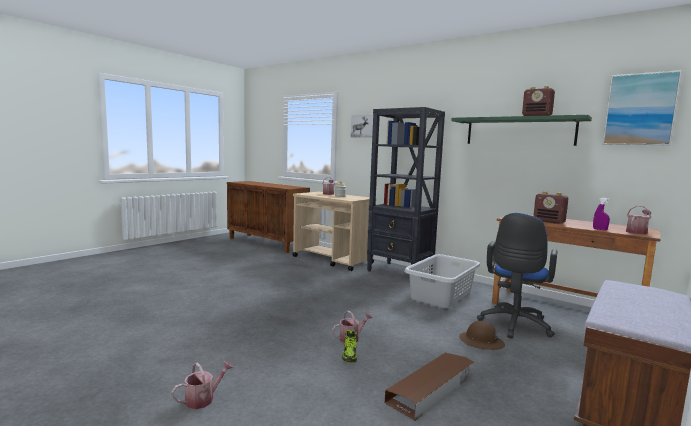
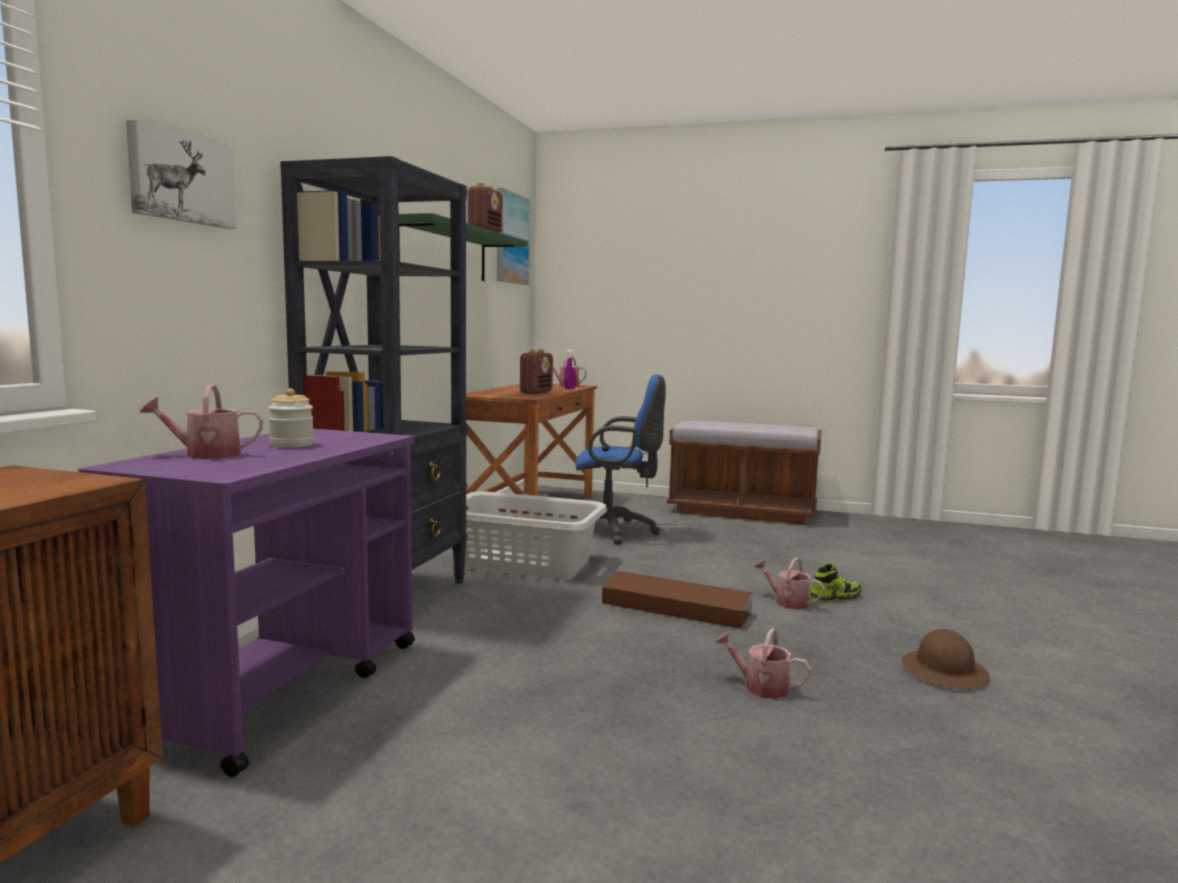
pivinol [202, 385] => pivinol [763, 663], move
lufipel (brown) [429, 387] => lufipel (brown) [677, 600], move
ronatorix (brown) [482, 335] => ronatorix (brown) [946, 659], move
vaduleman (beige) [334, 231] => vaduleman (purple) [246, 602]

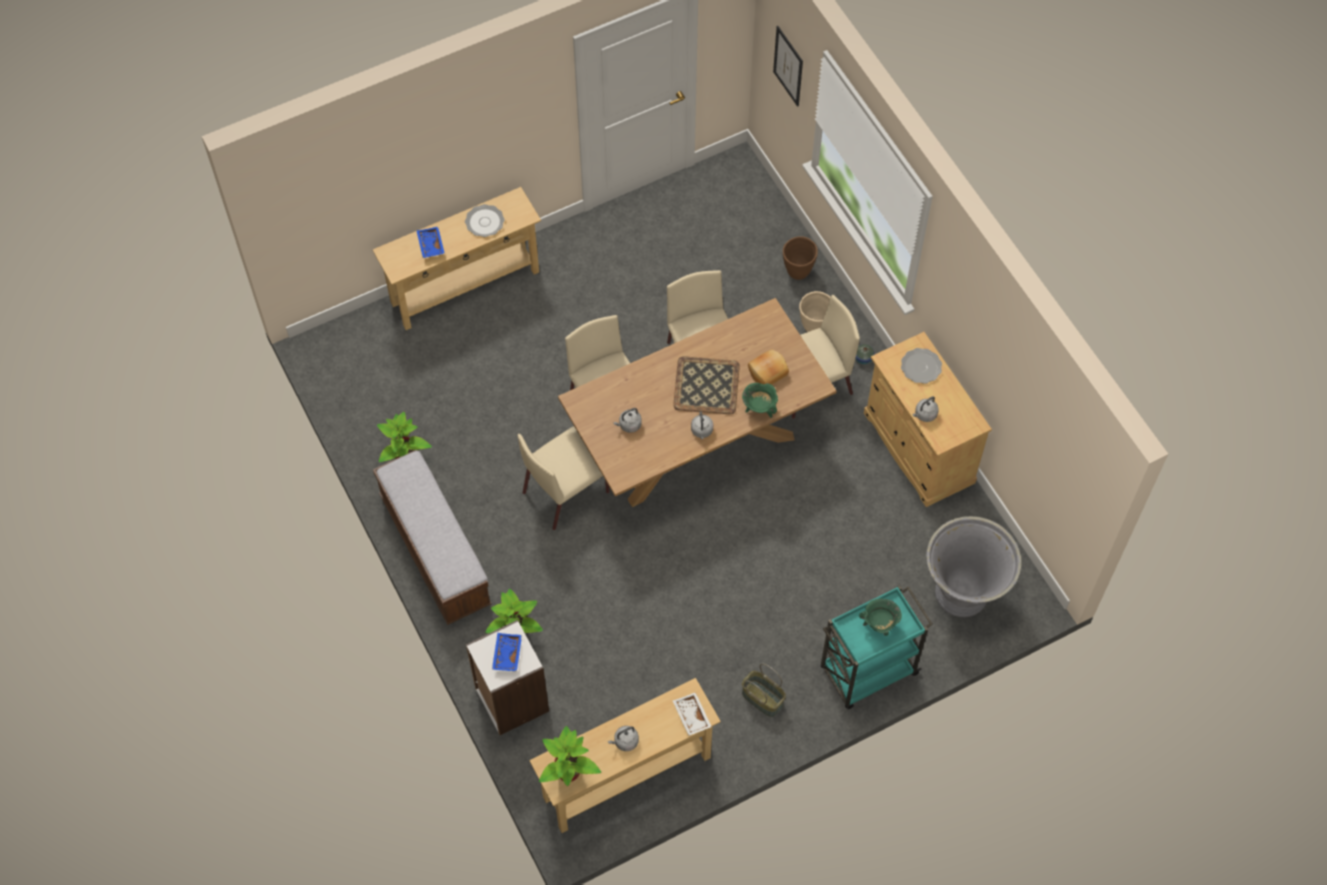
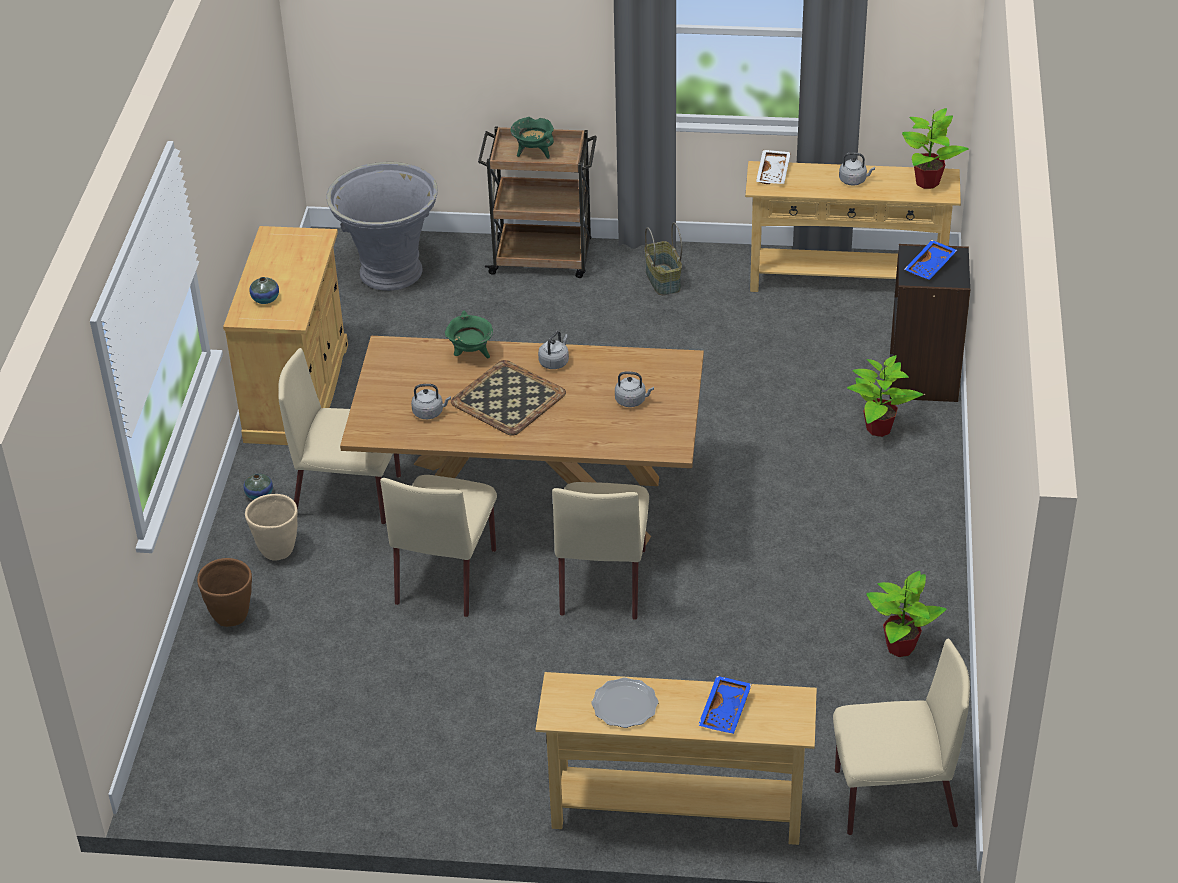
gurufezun [432, 537] => nothing
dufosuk [768, 367] => nothing
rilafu [788, 66] => nothing
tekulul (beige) [563, 478] => tekulul (beige) [901, 737], move
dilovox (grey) [925, 409] => dilovox (grey) [431, 401], move
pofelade [921, 366] => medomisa [264, 290]
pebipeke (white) [507, 677] => pebipeke (black) [930, 323]
vaduleman (turquoise) [877, 647] => vaduleman (brown) [537, 202]

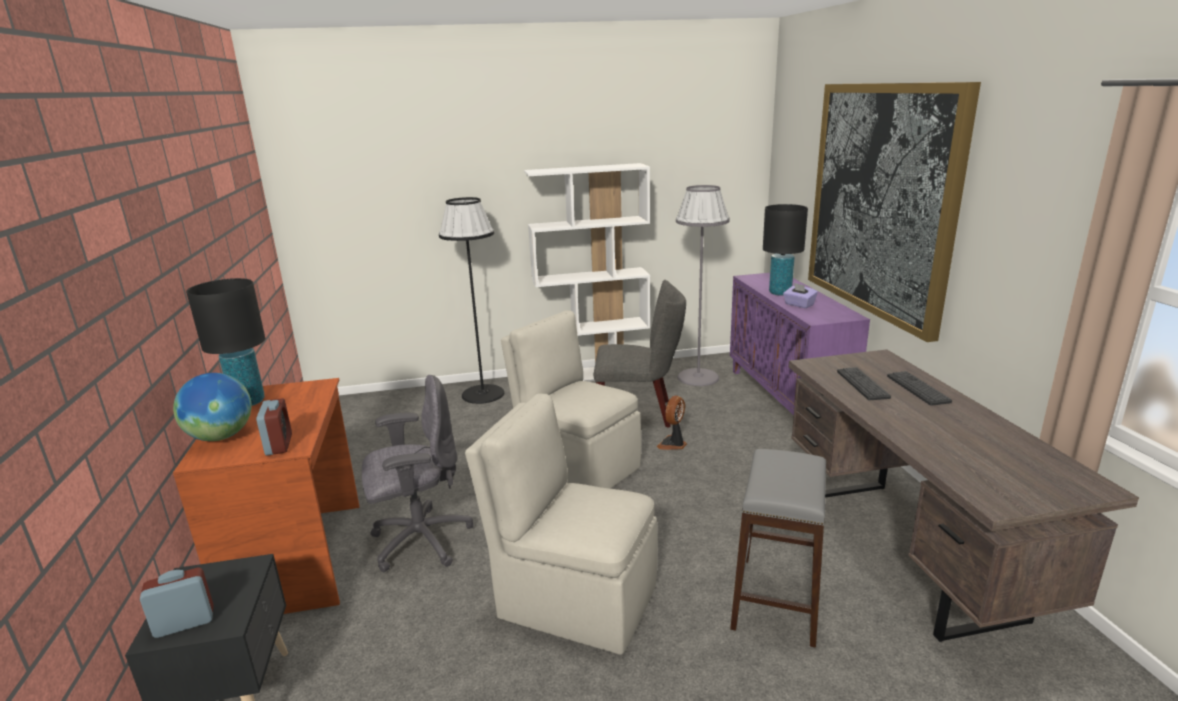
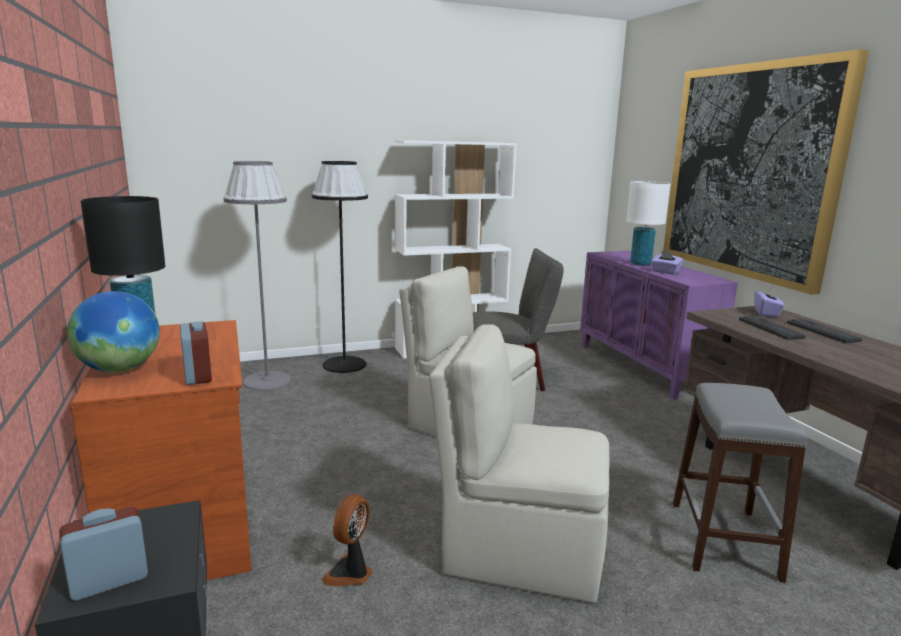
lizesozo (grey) [417, 473] => nothing
nothing => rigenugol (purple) [769, 302]
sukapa [671, 422] => sukapa [347, 540], move
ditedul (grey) [703, 285] => ditedul (grey) [257, 276], move
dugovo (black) [785, 250] => dugovo (white) [648, 223]

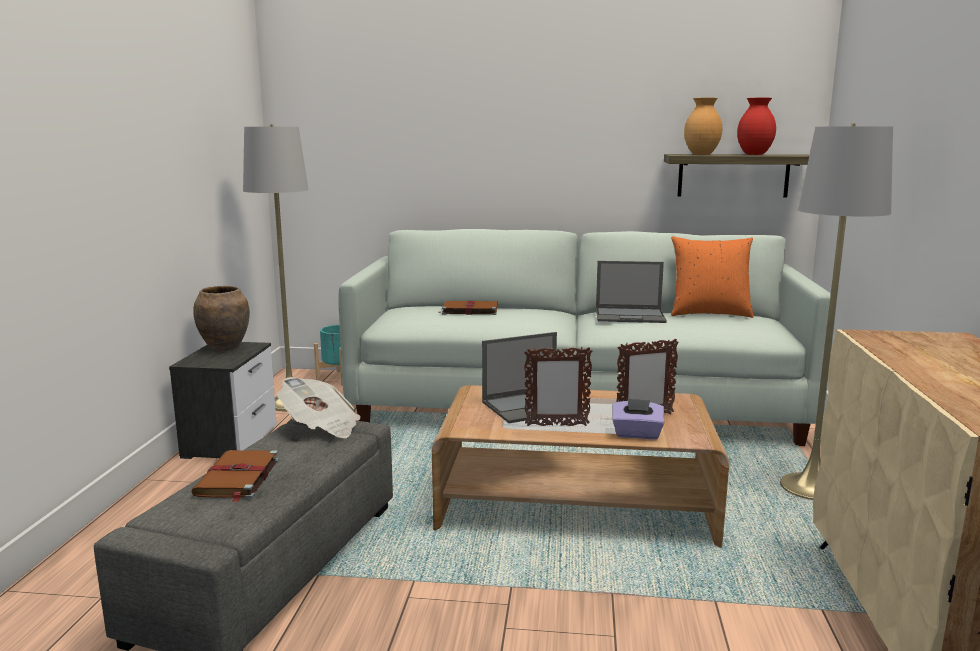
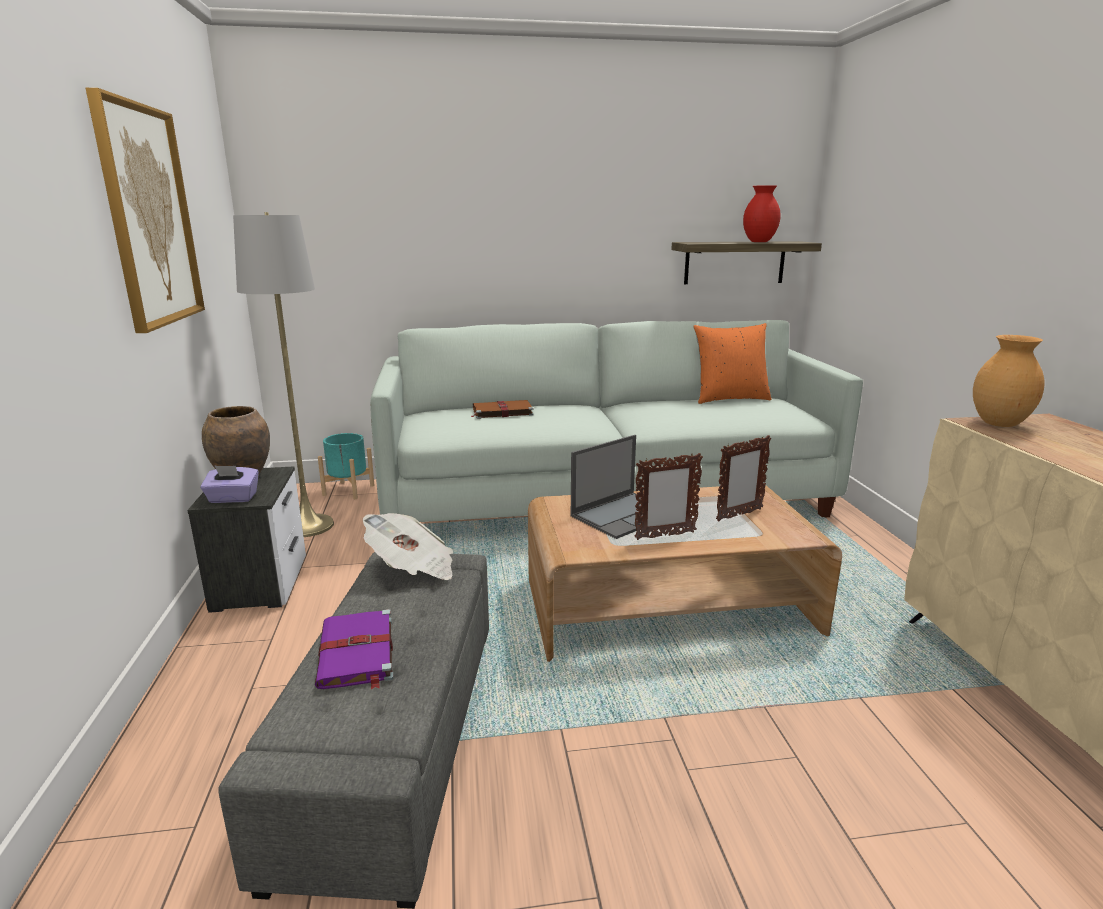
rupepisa [631, 292] => nothing
ditedul (grey) [836, 312] => nothing
nothing => rilafu [145, 210]
rigenugol (purple) [638, 418] => rigenugol (purple) [229, 484], move
medomisa (brown) [703, 126] => medomisa (brown) [1008, 381], move
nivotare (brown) [235, 476] => nivotare (purple) [354, 649]

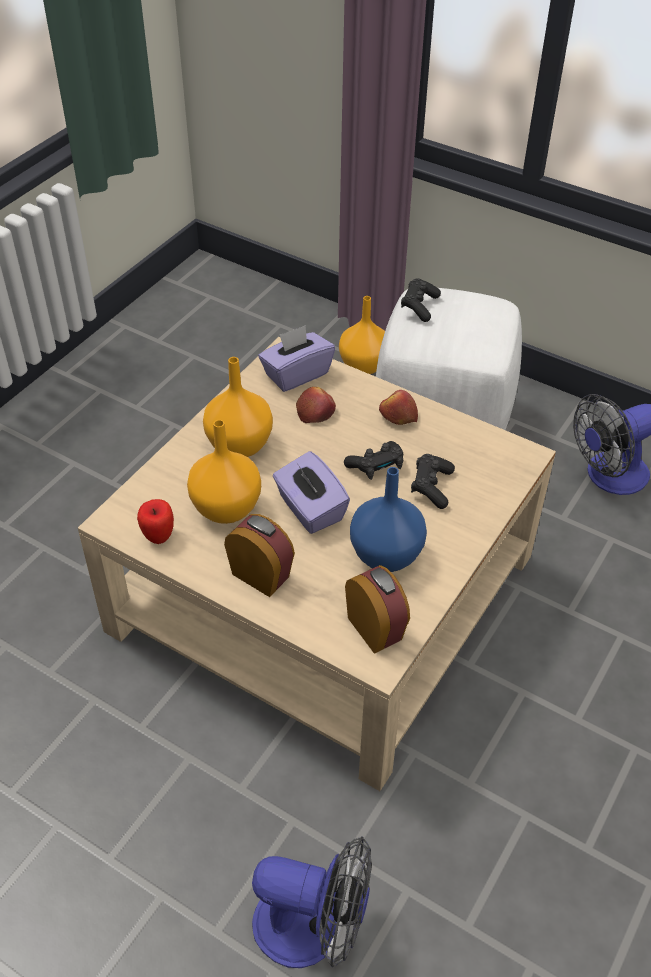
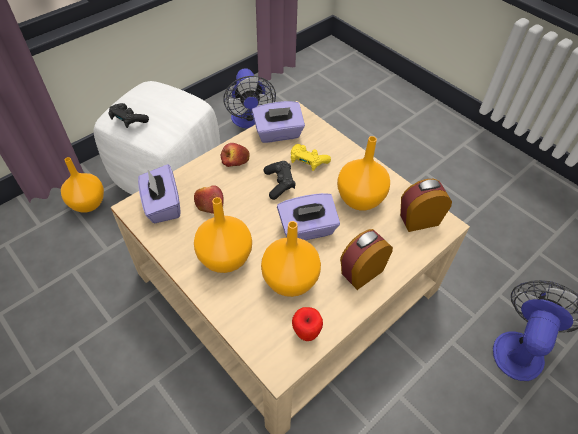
nothing => rigenugol (purple) [278, 122]
medomisa (blue) [388, 519] => medomisa (orange) [363, 173]
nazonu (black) [433, 481] => nazonu (yellow) [311, 157]

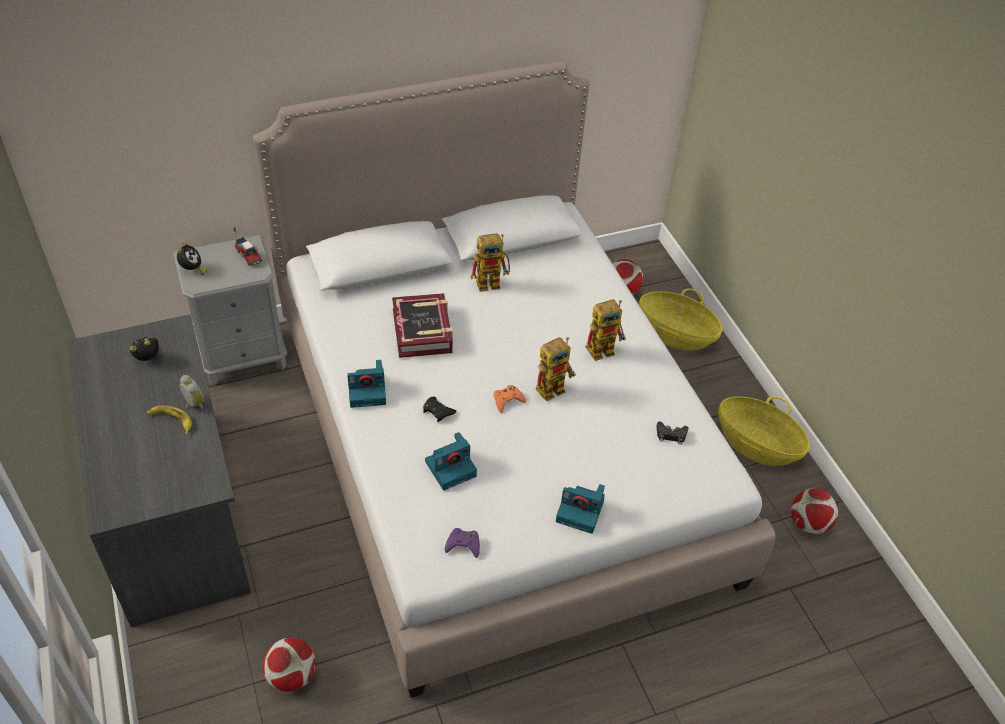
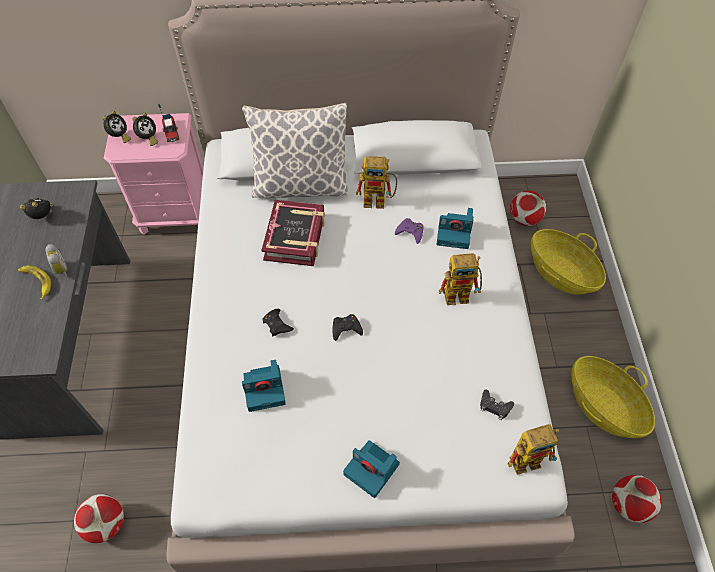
nothing => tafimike [145, 129]
nothing => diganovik [295, 150]
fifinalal [366, 384] => fifinalal [455, 228], move
nazonu (purple) [462, 543] => nazonu (purple) [409, 231], move
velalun [556, 369] => velalun [533, 449], move
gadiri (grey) [230, 310] => gadiri (pink) [153, 174]
nazonu (orange) [510, 399] => nazonu (black) [348, 327]

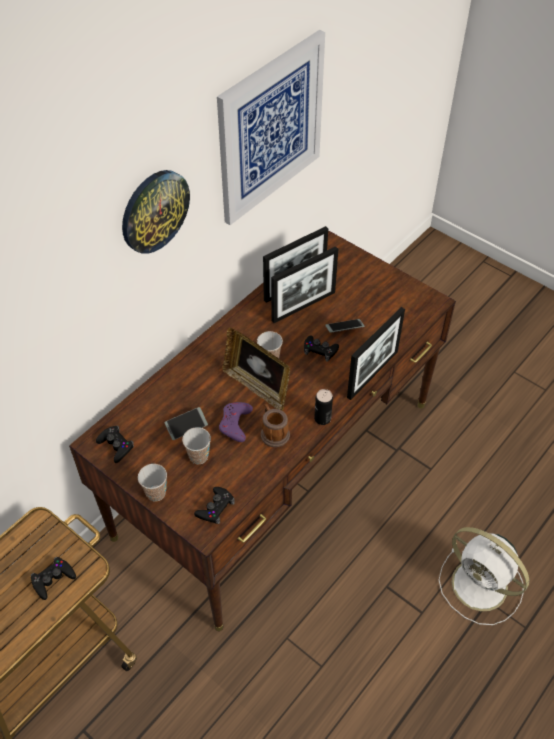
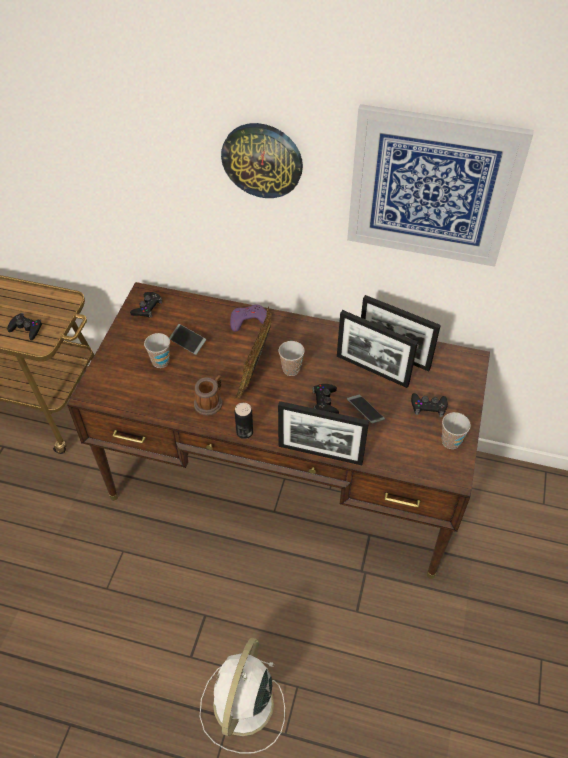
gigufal [152, 483] => gigufal [456, 430], move
nazonu (black) [214, 505] => nazonu (black) [429, 405], move
nazonu (purple) [236, 422] => nazonu (purple) [248, 318], move

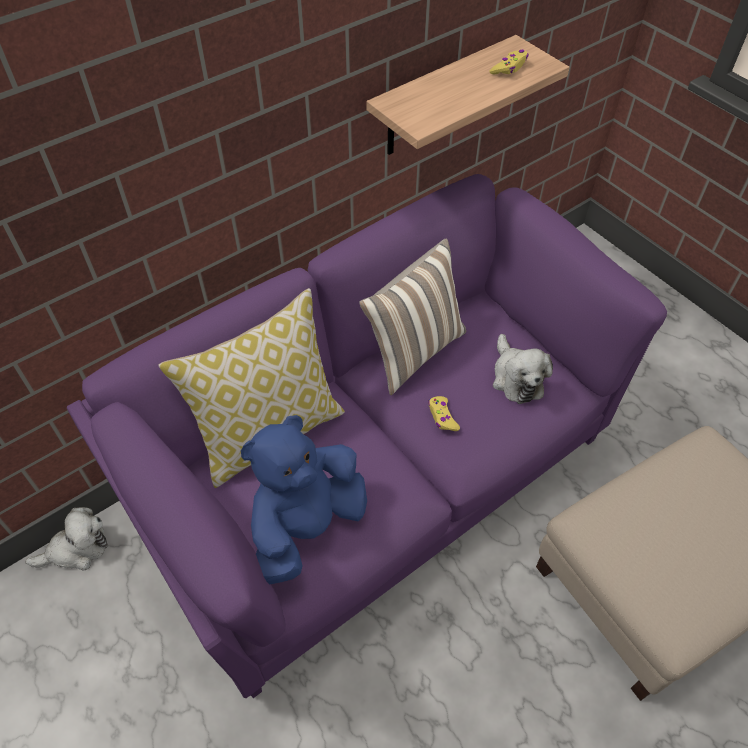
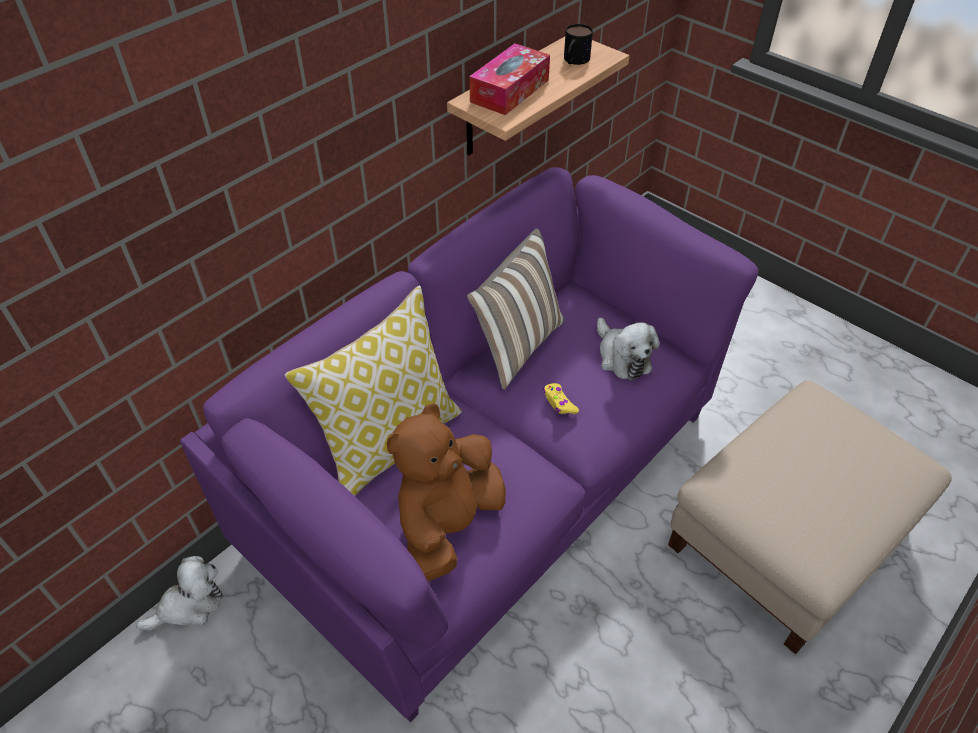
nothing => rigenugol [509, 79]
nazonu (yellow) [509, 62] => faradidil [578, 44]
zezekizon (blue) [304, 499] => zezekizon (brown) [446, 492]

